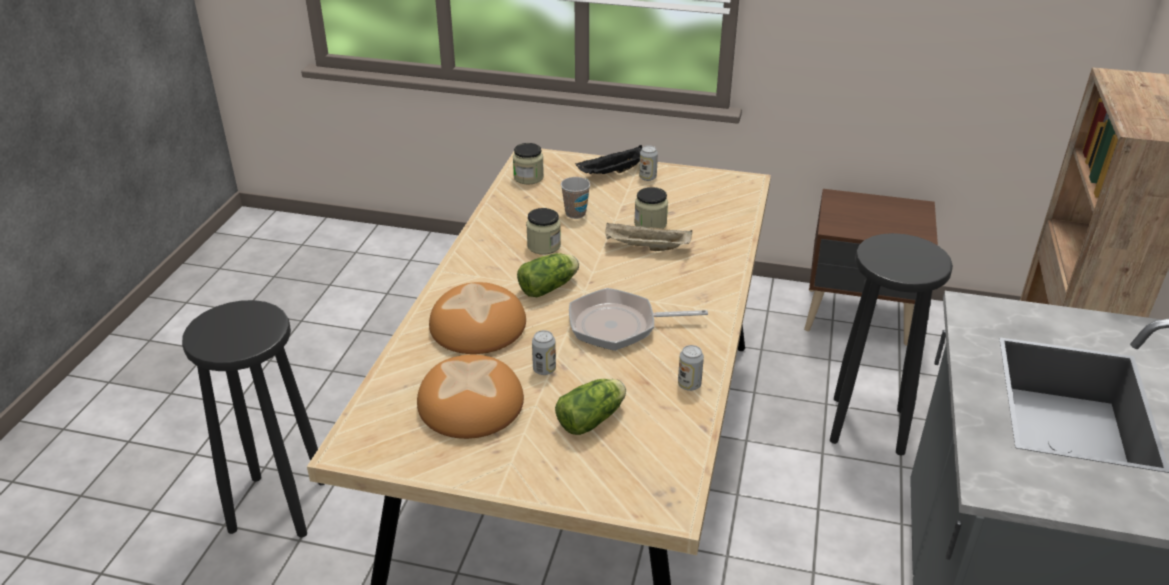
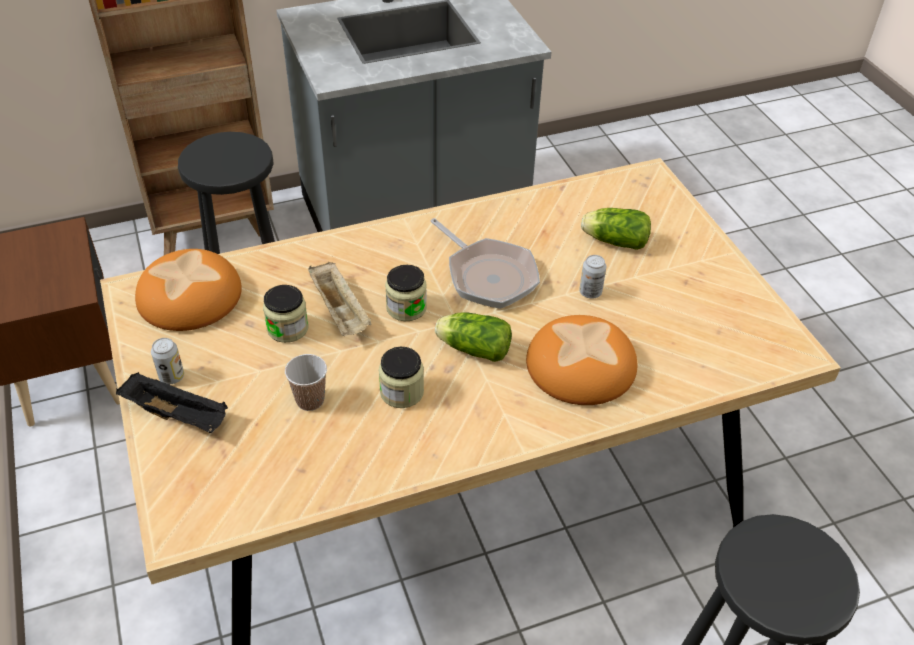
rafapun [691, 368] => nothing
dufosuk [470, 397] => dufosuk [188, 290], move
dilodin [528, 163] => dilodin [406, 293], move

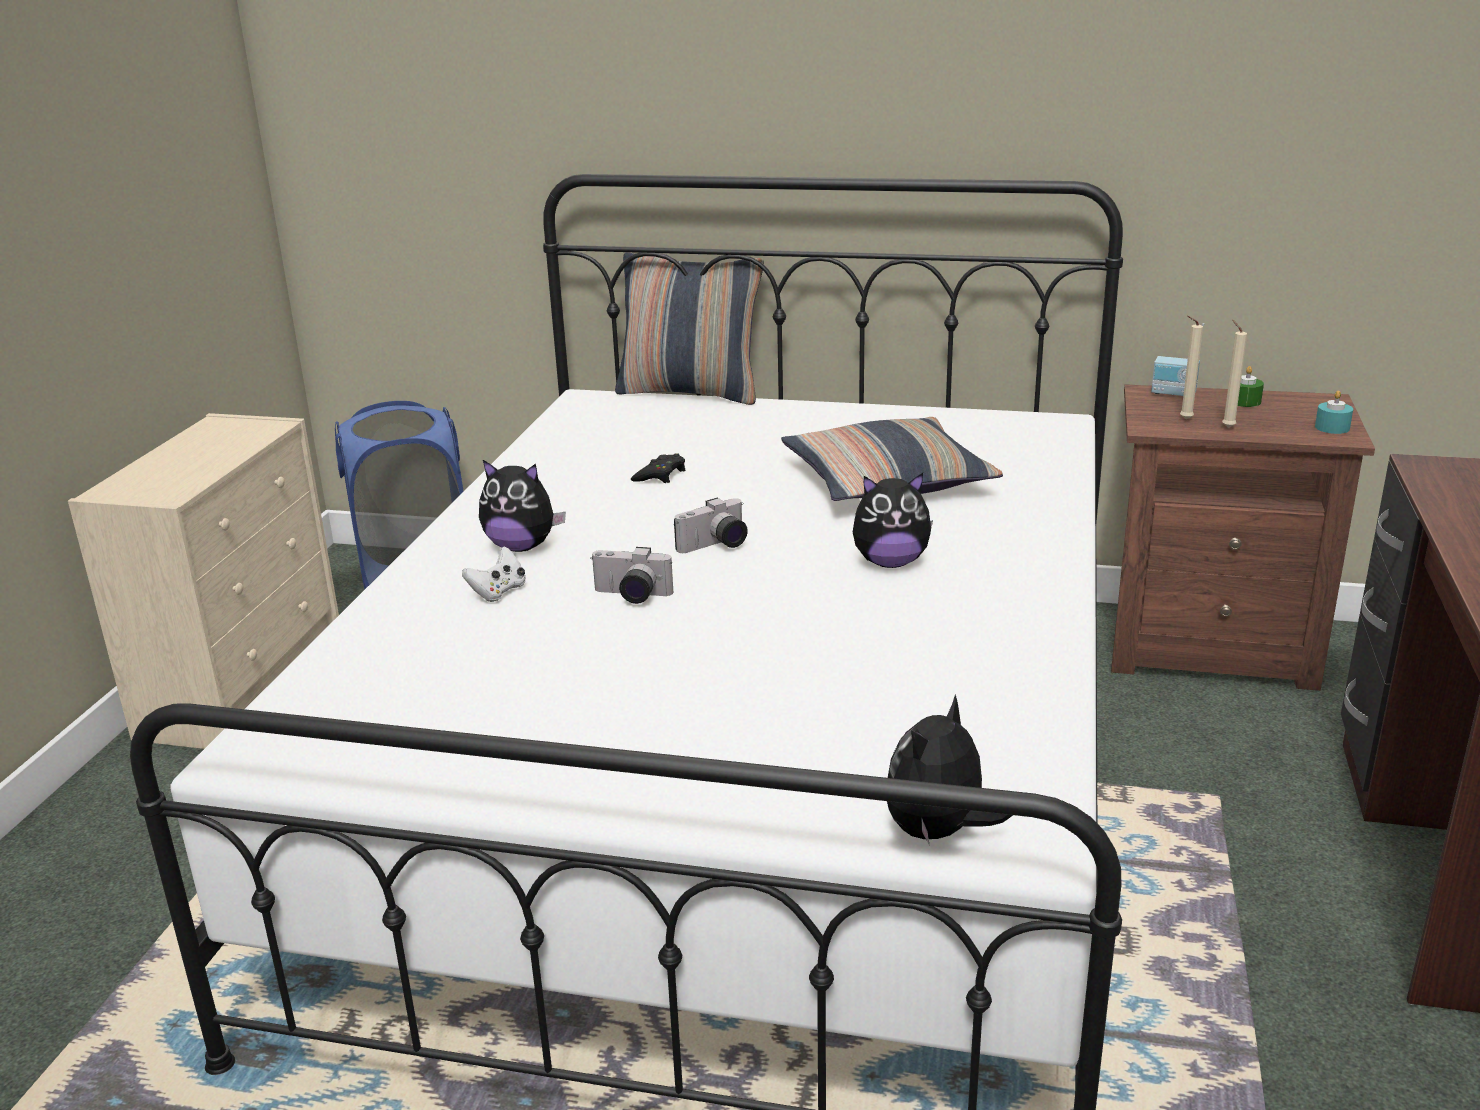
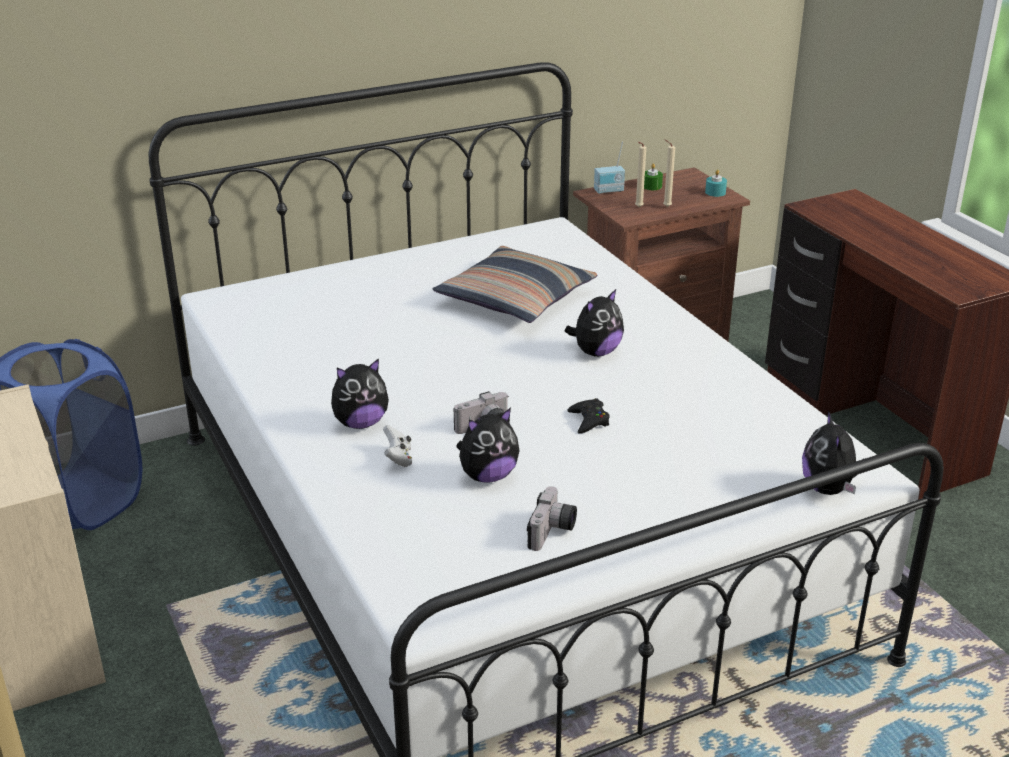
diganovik [689, 328] => nothing
nothing => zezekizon [488, 445]
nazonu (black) [658, 468] => nazonu (black) [588, 416], move
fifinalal [711, 525] => fifinalal [552, 518], move

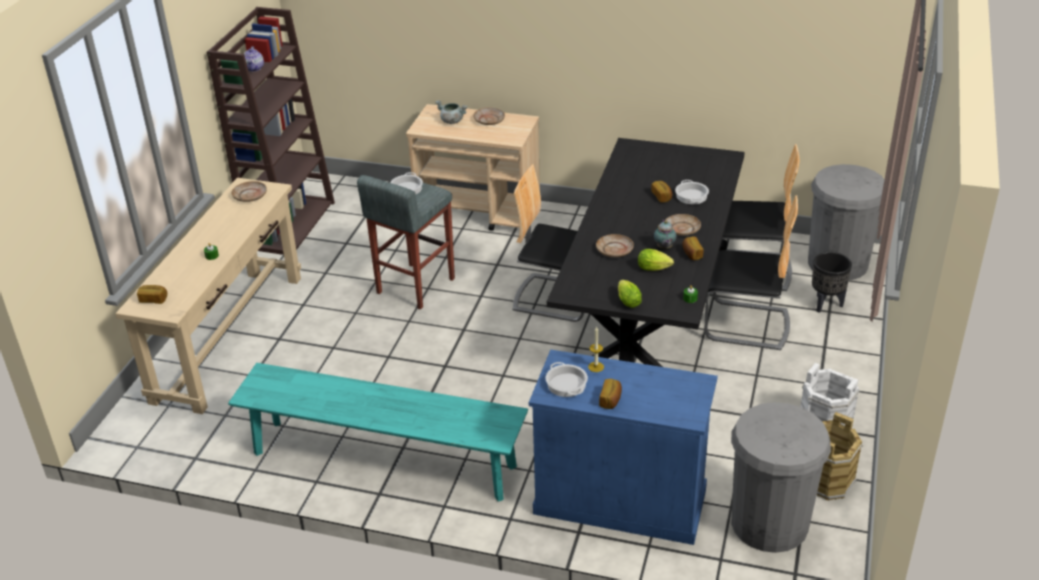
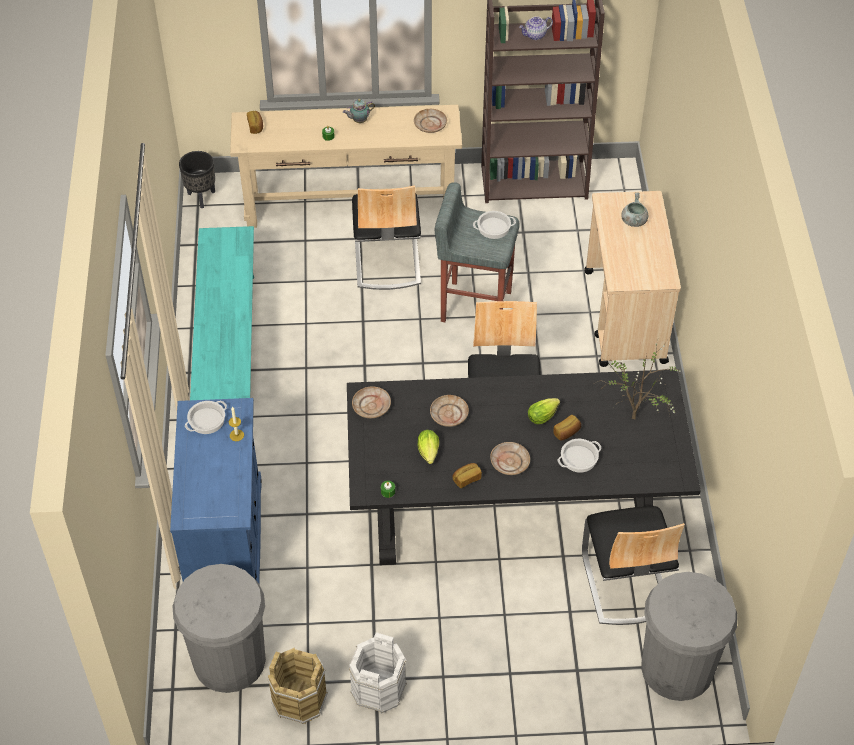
dufosuk [610, 394] => nothing
nothing => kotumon [638, 378]
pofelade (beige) [489, 116] => pofelade (beige) [371, 402], move
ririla [630, 294] => ririla [544, 411], move
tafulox [665, 234] => tafulox [359, 111], move
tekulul [751, 272] => tekulul [386, 237], move
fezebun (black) [832, 282] => fezebun (black) [197, 179], move

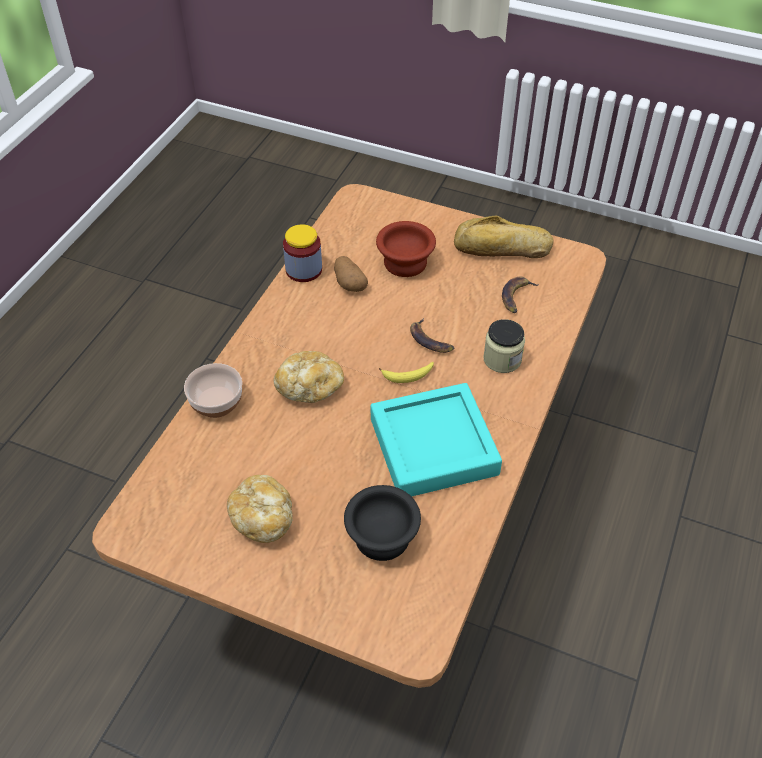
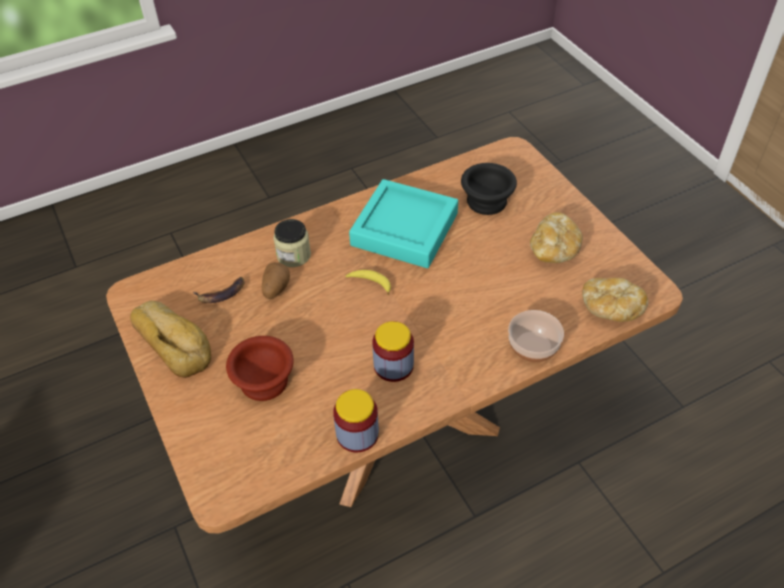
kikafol [432, 335] => nothing
nothing => dilodin [393, 351]
dufosuk [308, 377] => dufosuk [615, 300], move
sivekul [351, 274] => sivekul [276, 280], move

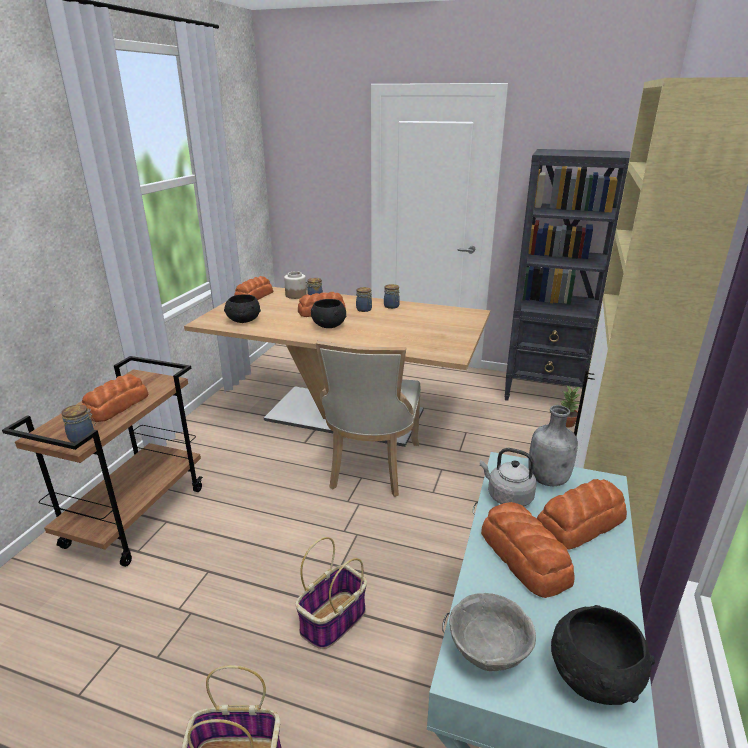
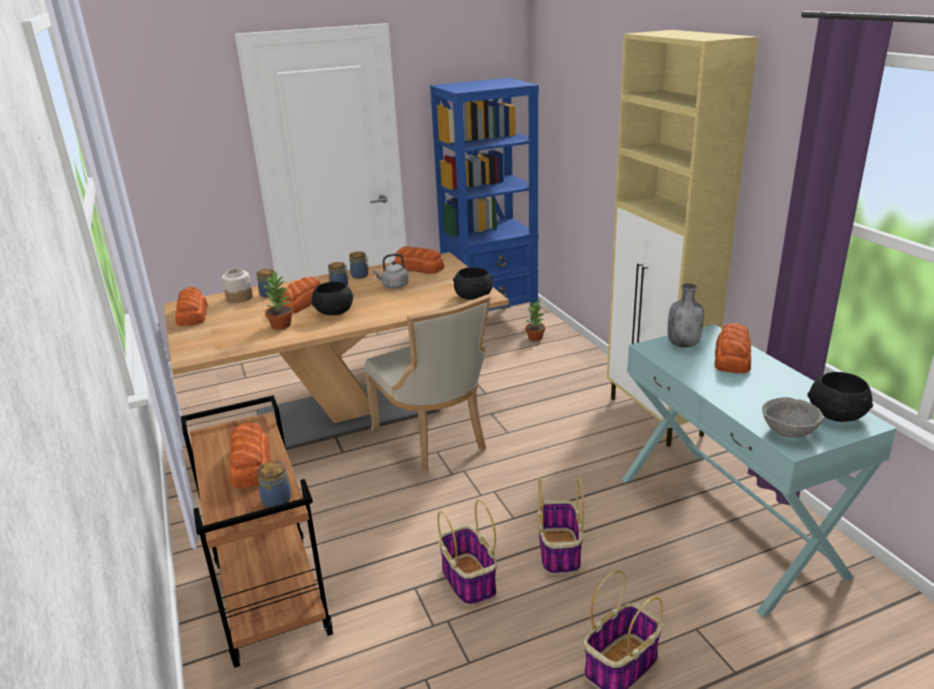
nothing => kotumon [278, 300]
nothing => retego [467, 552]
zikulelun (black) [242, 308] => zikulelun (black) [473, 283], move
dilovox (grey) [508, 477] => dilovox (grey) [390, 271], move
dufosuk [527, 550] => dufosuk [419, 260], move
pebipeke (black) [567, 275] => pebipeke (blue) [484, 200]

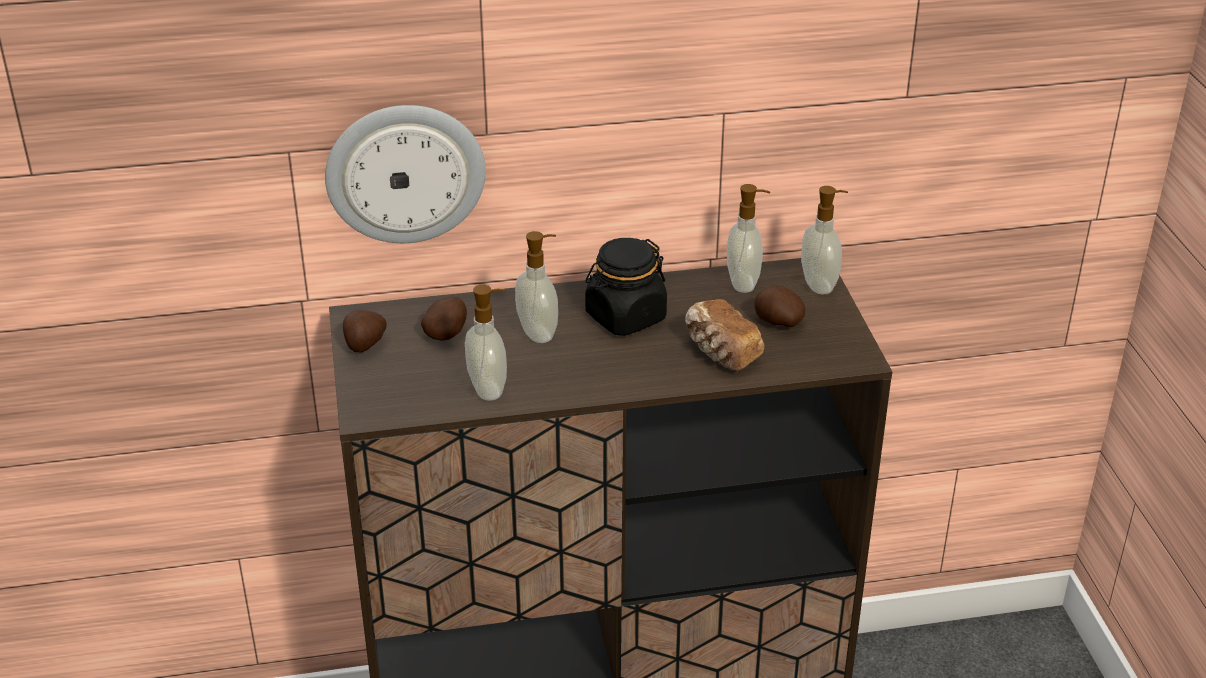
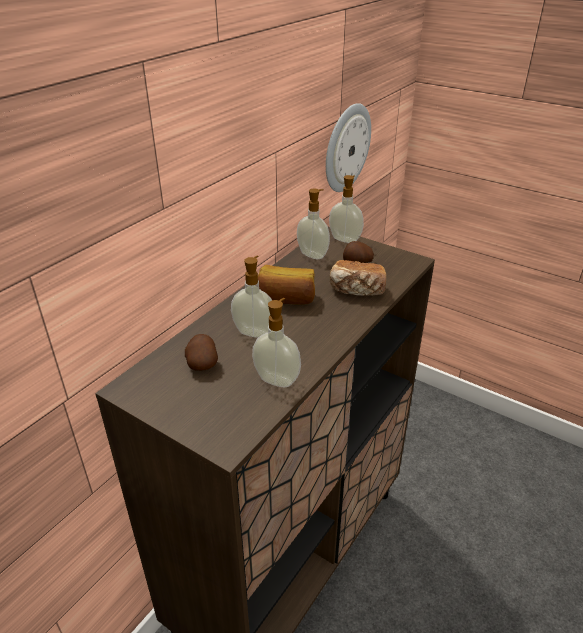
sivekul [365, 331] => nothing
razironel [405, 174] => razironel [348, 147], move
dilodin (black) [626, 287] => dufosuk [286, 285]

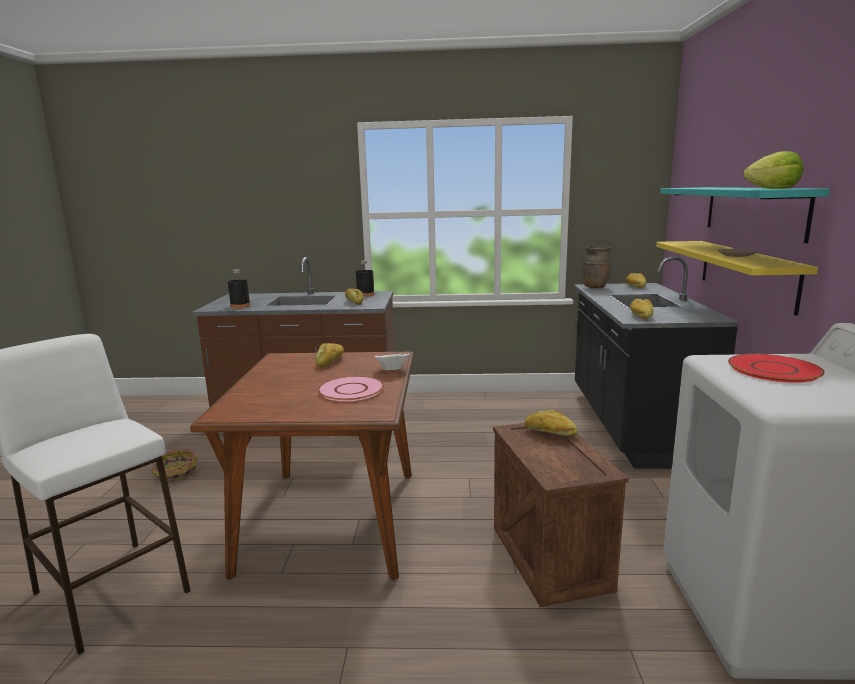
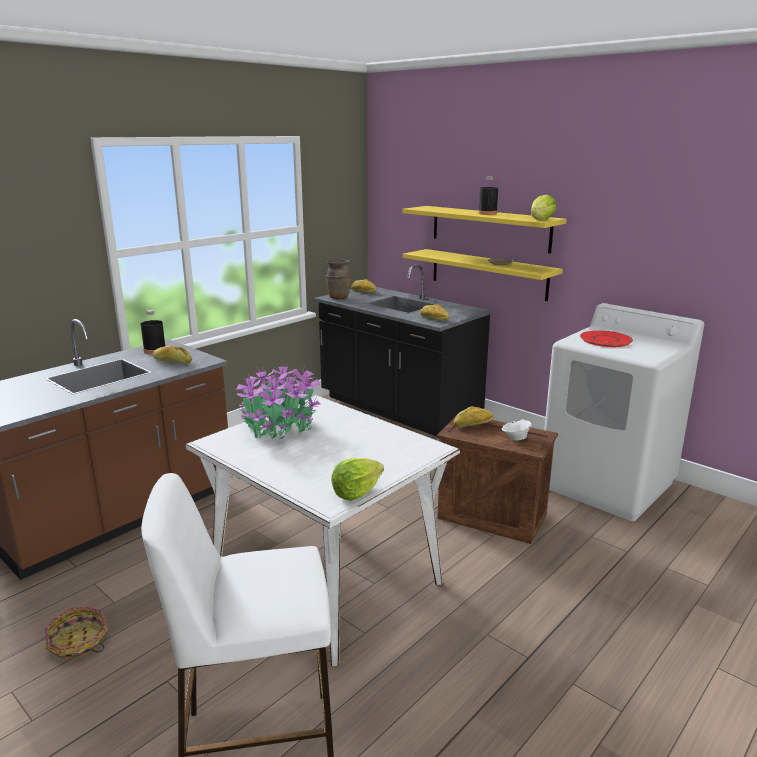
pofelade (pink) [351, 388] => nothing
nothing => ririla [357, 479]
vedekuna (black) [239, 289] => vedekuna (black) [488, 195], move
zikulelun (white) [392, 361] => zikulelun (white) [517, 430], move
dufosuk [329, 355] => kotumon [278, 401]
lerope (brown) [302, 466] => lerope (white) [323, 530]
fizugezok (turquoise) [745, 215] => fizugezok (yellow) [484, 230]

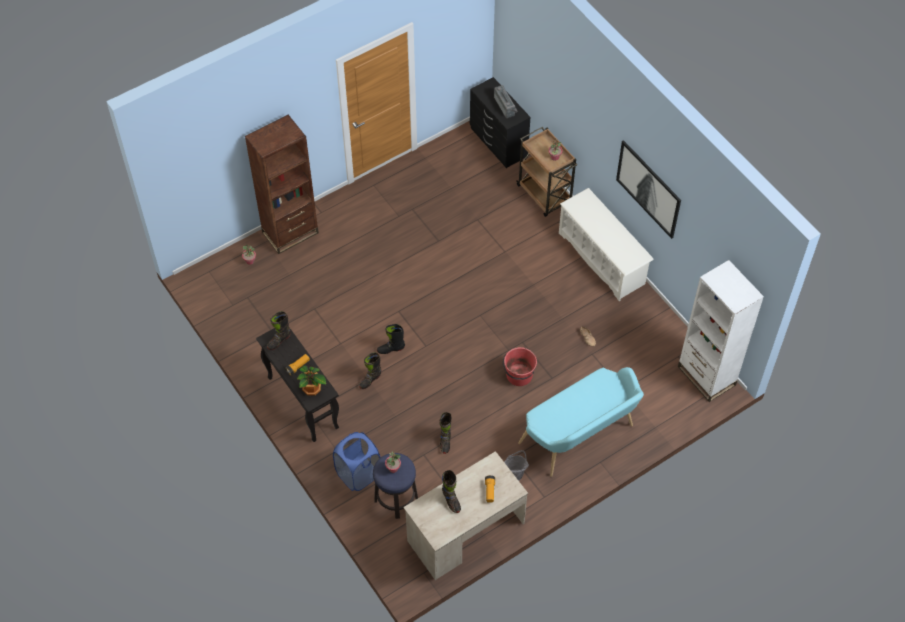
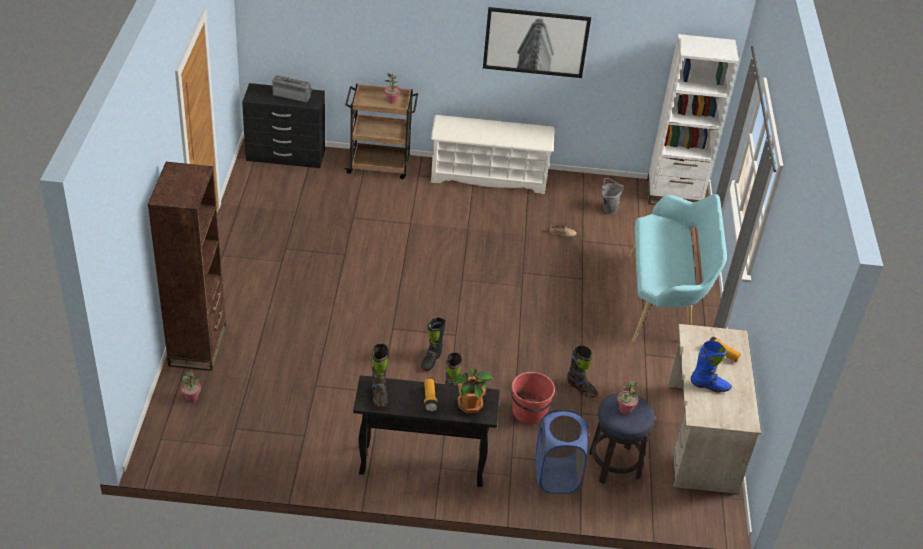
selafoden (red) [520, 366] => selafoden (red) [534, 398], move
selafoden (grey) [516, 465] => selafoden (grey) [612, 196], move
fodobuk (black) [451, 491] => fodobuk (blue) [711, 366]

